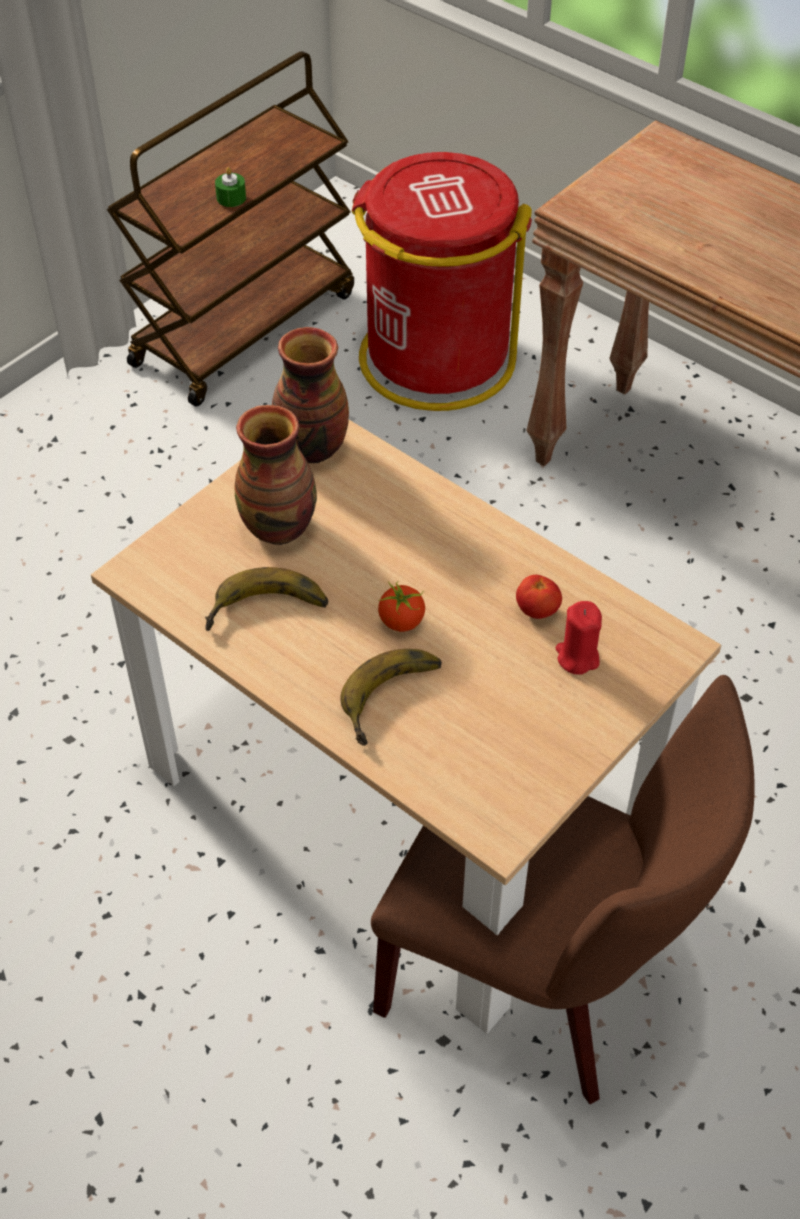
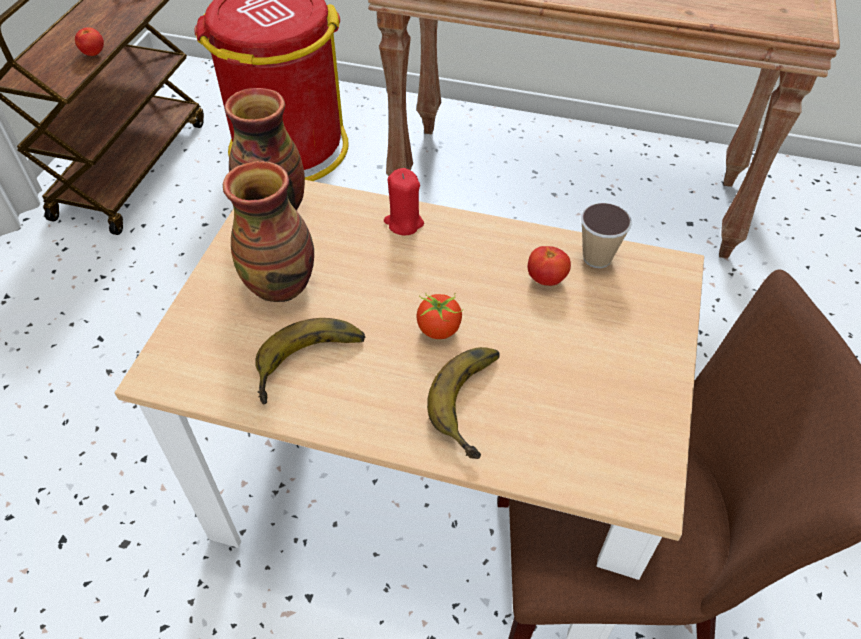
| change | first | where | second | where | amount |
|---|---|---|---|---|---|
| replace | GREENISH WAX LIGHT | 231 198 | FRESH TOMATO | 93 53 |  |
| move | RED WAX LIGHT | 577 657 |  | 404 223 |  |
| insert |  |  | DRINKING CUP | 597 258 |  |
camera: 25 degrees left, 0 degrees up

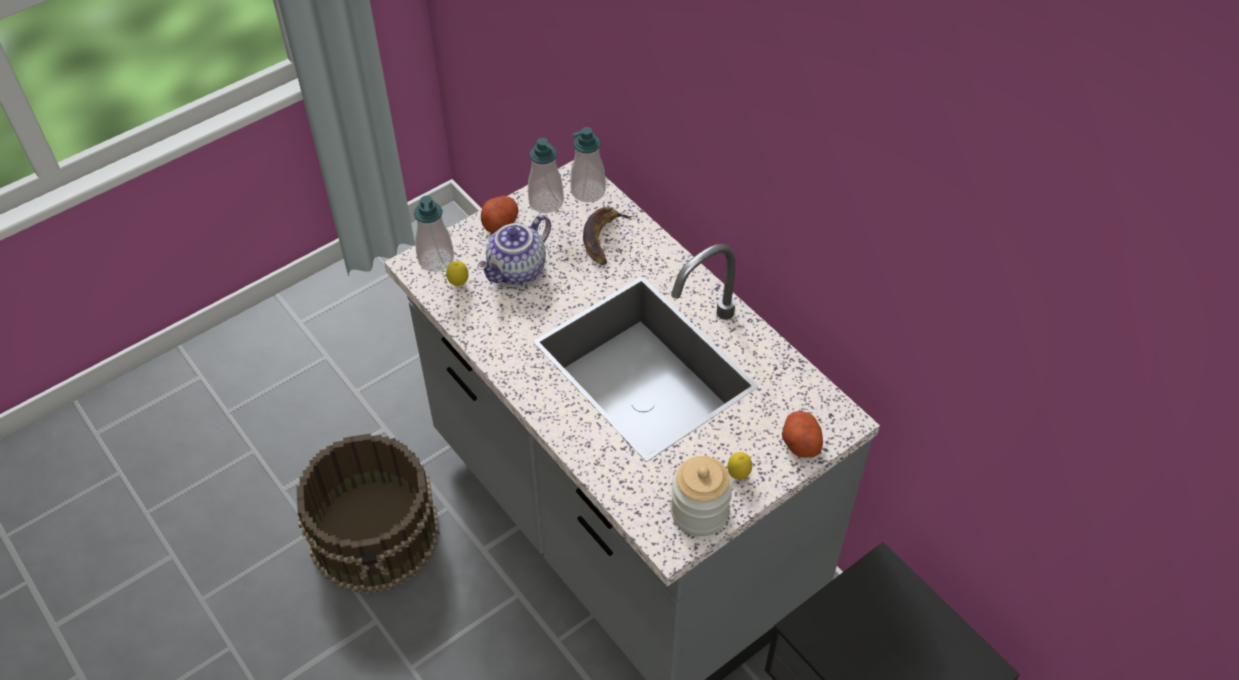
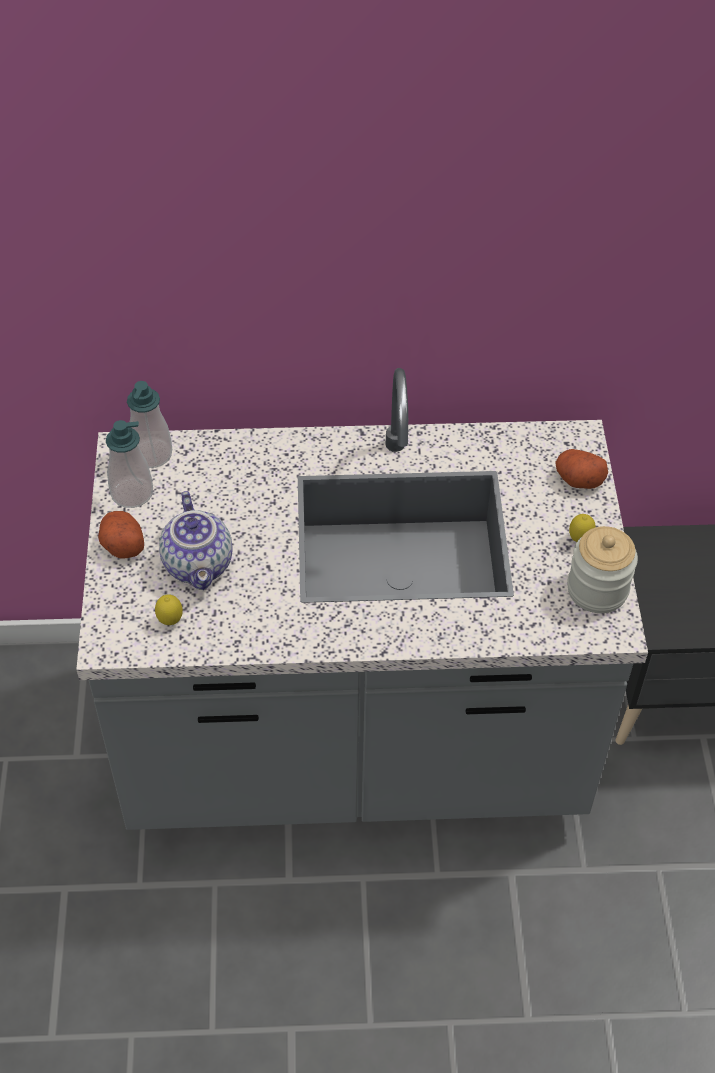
| change | first | where | second | where | amount |
|---|---|---|---|---|---|
| delete | BROWN BUCKET | 376 533 |  |  |  |
| delete | SOAP BOTTLE | 436 259 |  |  |  |
| delete | BANANA | 603 238 |  |  |  |
camera: 55 degrees left, 0 degrees up

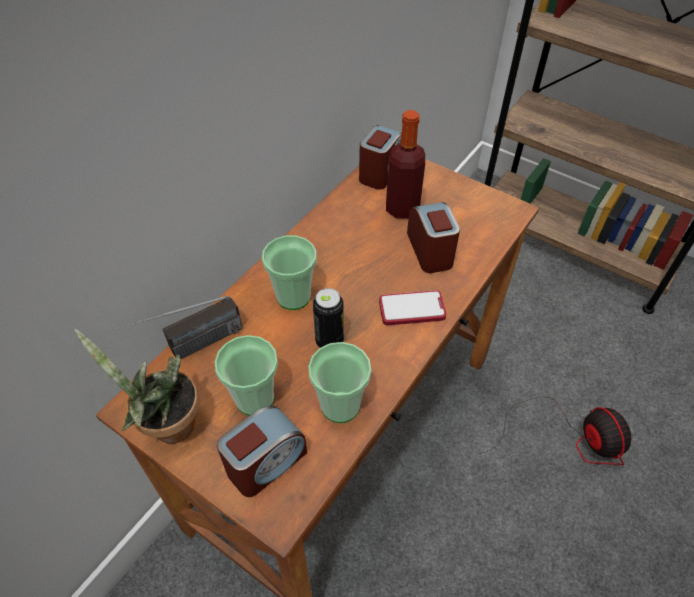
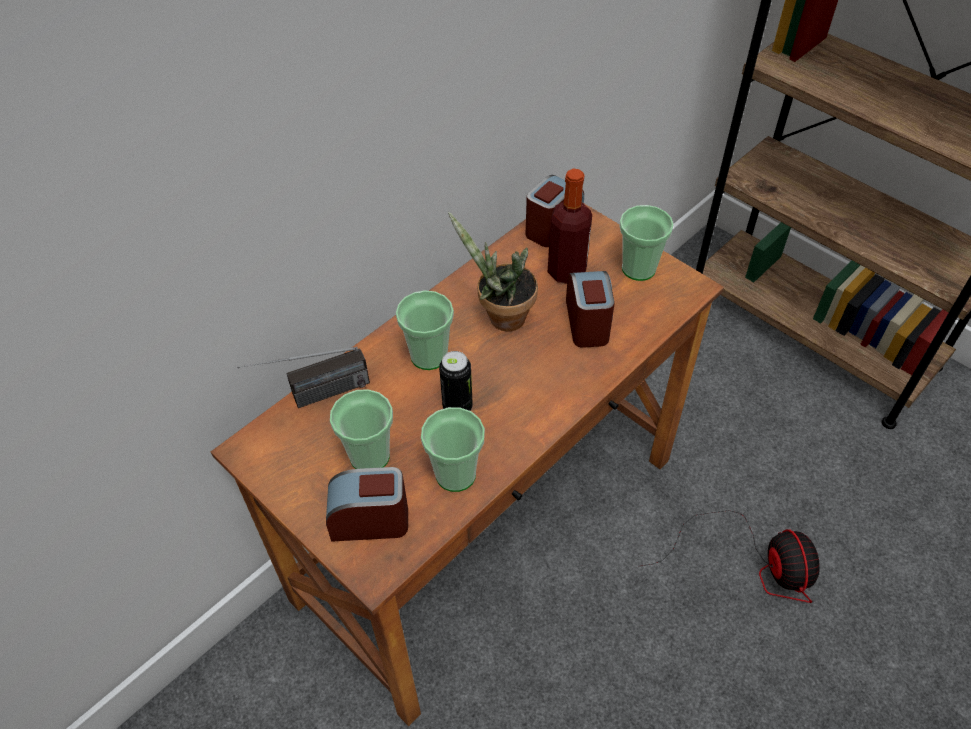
| change | first | where | second | where | amount |
|---|---|---|---|---|---|
| move | POTTED PLANT | 167 426 |  | 501 318 |  |
| rotate | BEDSIDE CLOCK | 266 462 |  | 370 520 | 150 degrees counterclockwise |
| delete | PHONE | 412 309 |  |  |  |
| insert |  |  | DRINKING CUP | 638 268 |  |
camera: 10 degrees right, 0 degrees up

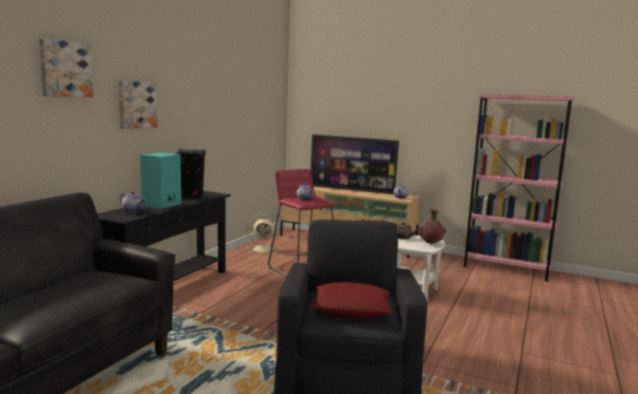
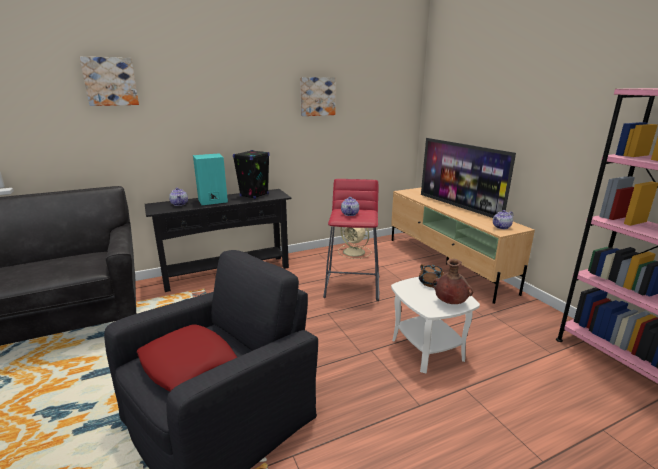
| change | first | where | second | where | amount |
|---|---|---|---|---|---|
| move | WALL PICTURE | 136 104 |  | 317 96 |  |
camera: 40 degrees right, 10 degrees up

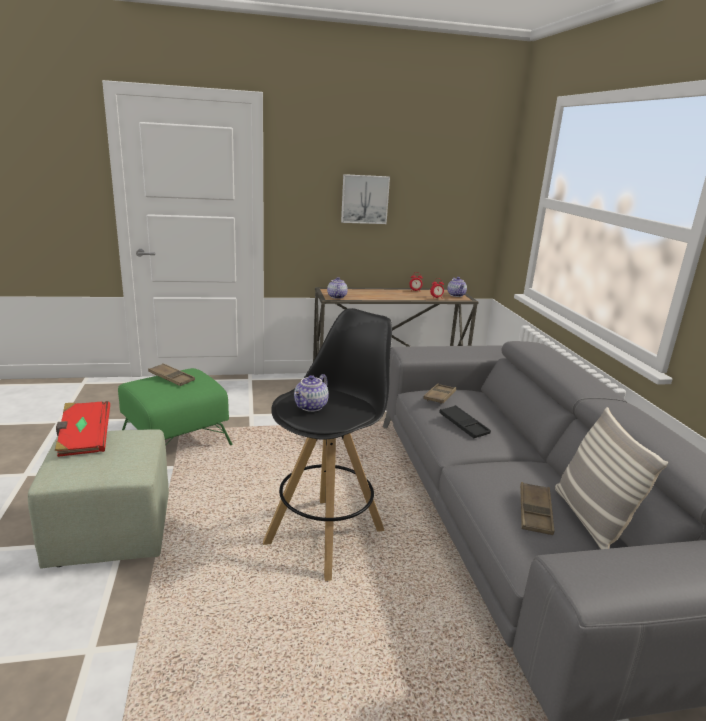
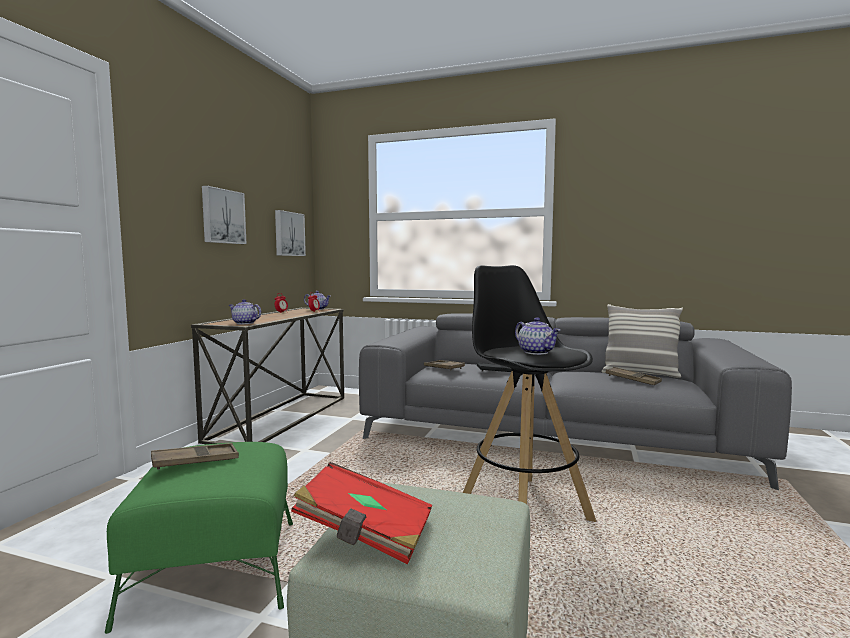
| change | first | where | second | where | amount |
|---|---|---|---|---|---|
| insert |  |  | WALL PICTURE | 288 234 |  |
camera: 60 degrees left, 15 degrees down

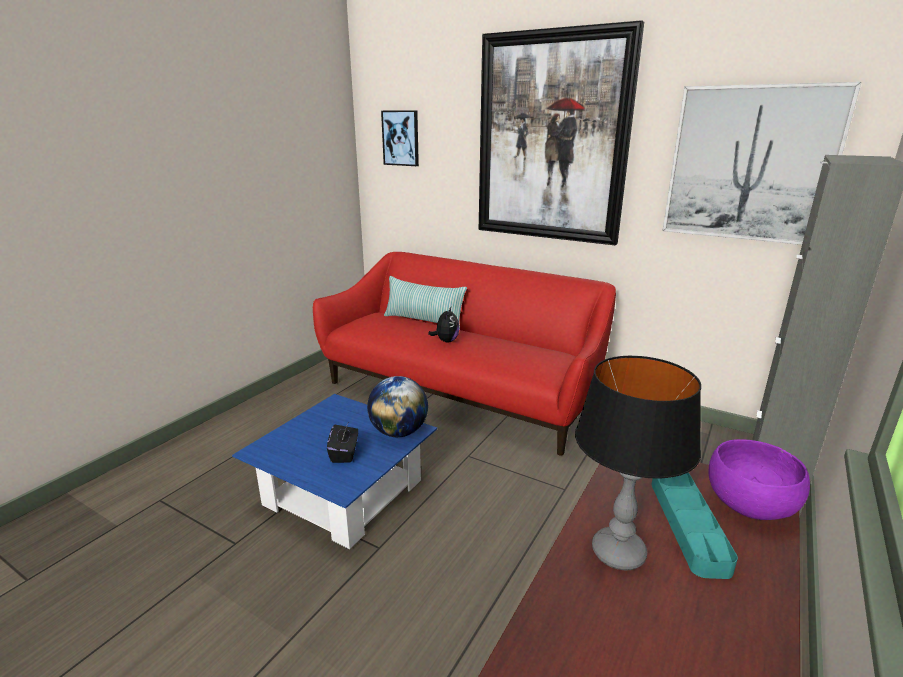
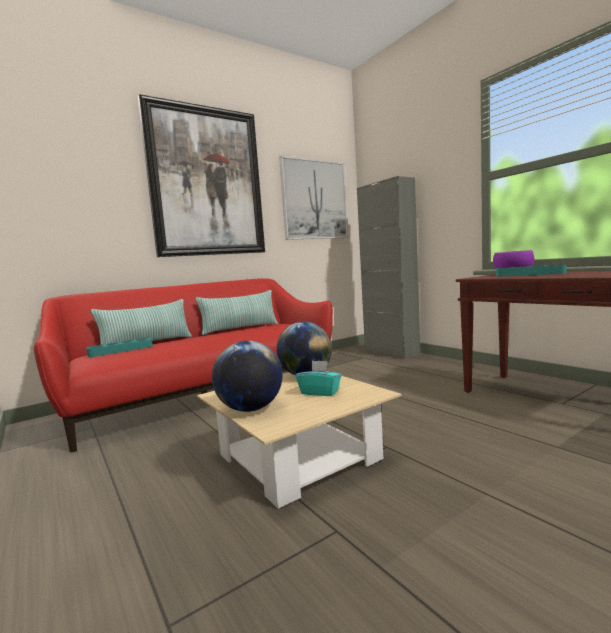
| change | first | where | second | where | amount |
|---|---|---|---|---|---|
| recolor | BLUE COFFEE TABLE | 344 493 | BEIGE COFFEE TABLE | 298 457 |  |
| recolor | BLACK TISSUE HOLDER | 344 453 | TURQUOISE TISSUE HOLDER | 320 392 |  |
| delete | WALL PICTURE | 401 138 |  |  |  |
| delete | SOFT TOY | 446 341 |  |  |  |
| delete | TABLETOP LAMP | 618 553 |  |  |  |
| insert |  |  | TURQUOISE SERVING TRAY | 121 350 |  |
| insert |  |  | CUSHION | 240 328 |  |
| insert |  |  | DESK GLOBE | 250 409 |  |
camera: 65 degrees left, 15 degrees down

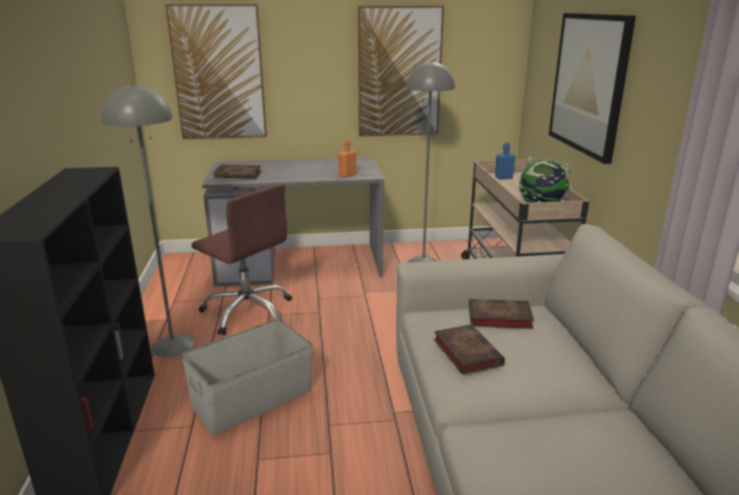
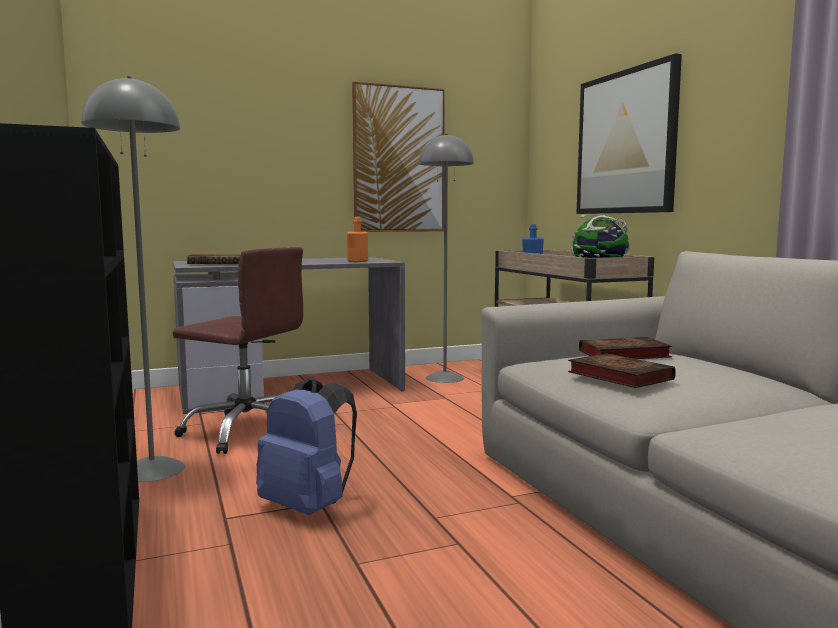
| change | first | where | second | where | amount |
|---|---|---|---|---|---|
| delete | WALL PICTURE | 219 73 |  |  |  |
| replace | GRAY STORAGE CONTAINER | 253 399 | BLUE KNAPSACK | 309 507 |  |
camera: 15 degrees left, 15 degrees down

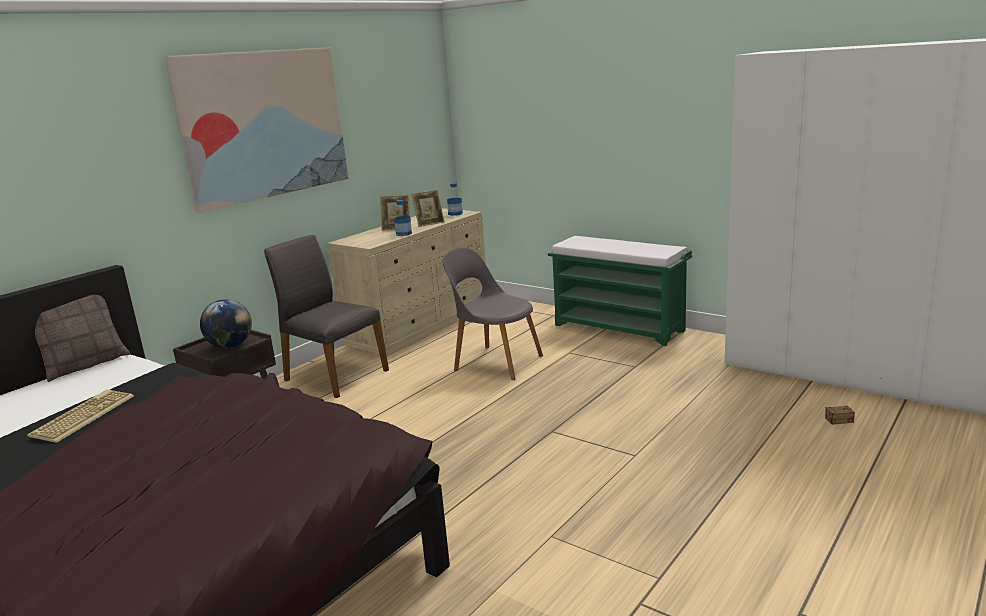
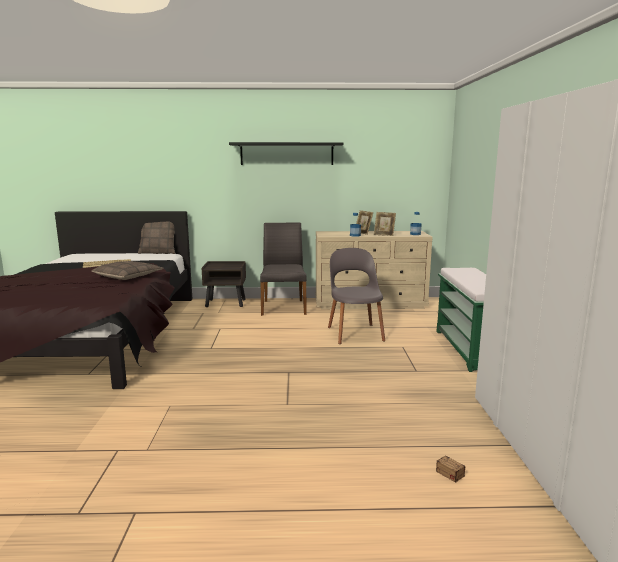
| change | first | where | second | where | amount |
|---|---|---|---|---|---|
| replace | WALL PICTURE | 265 124 | BLACK WALL SHELF | 287 154 |  |
| delete | DESK GLOBE | 230 346 |  |  |  |
| insert |  |  | CUSHION | 128 276 |  |
camera: 50 degrees right, 5 degrees down

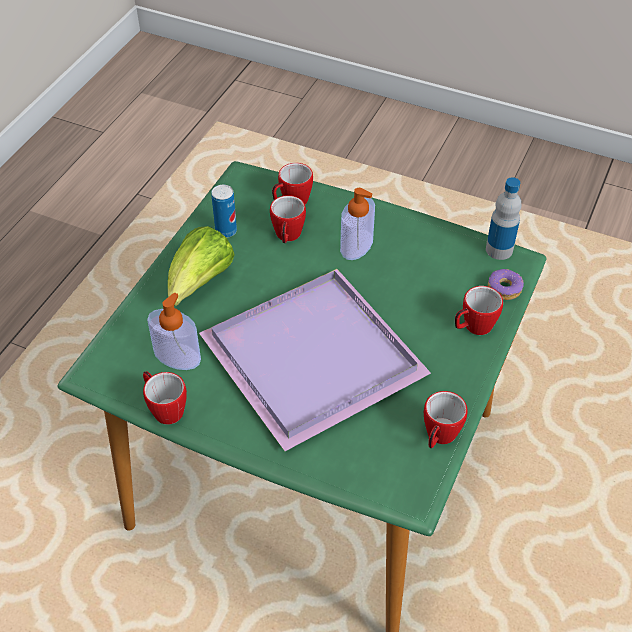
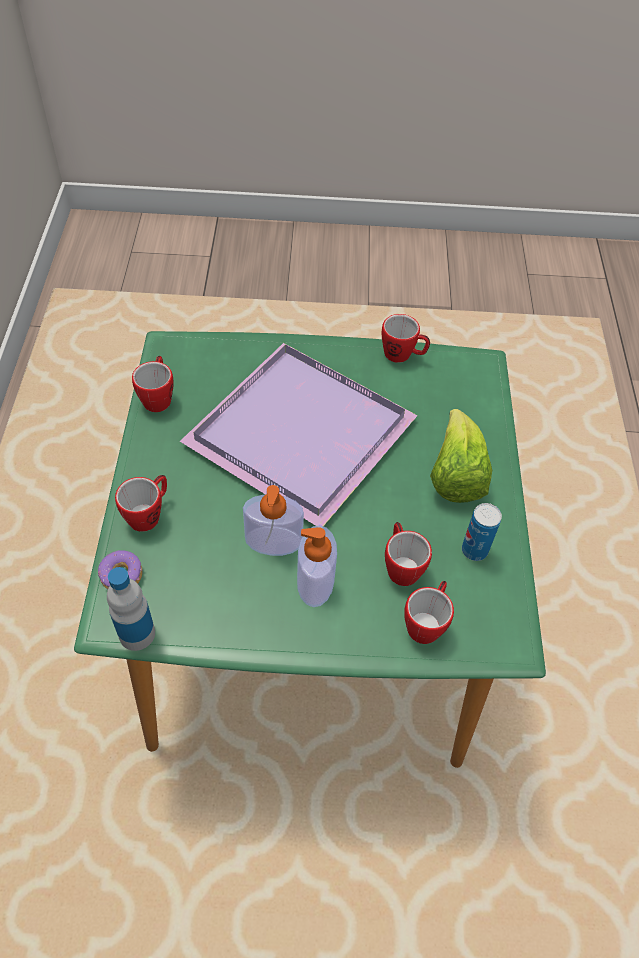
| change | first | where | second | where | amount |
|---|---|---|---|---|---|
| move | SOAP BOTTLE | 177 356 |  | 273 541 |  |
camera: 155 degrees right, 5 degrees up

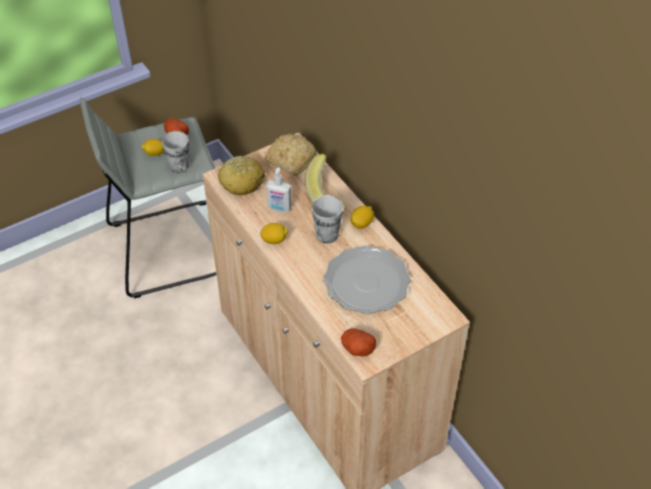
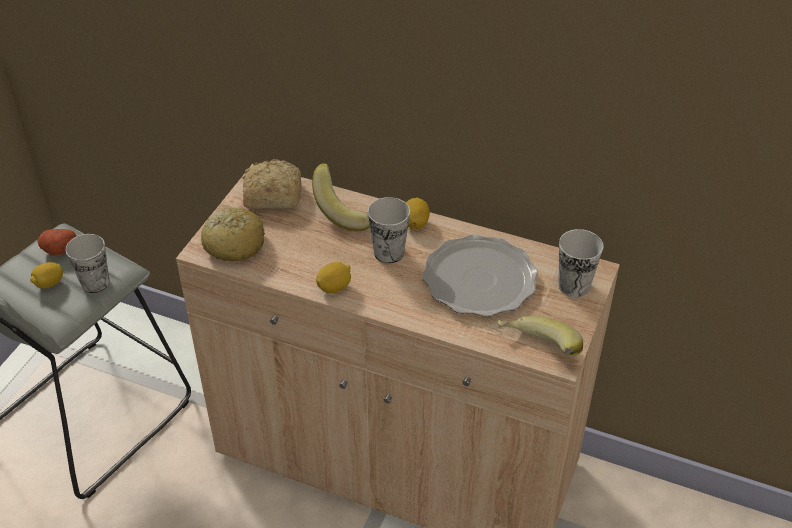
| change | first | where | second | where | amount |
|---|---|---|---|---|---|
| delete | SOAP BOTTLE | 279 208 |  |  |  |
| replace | WHOLE POTATO | 357 348 | BANANA | 537 351 |  |
| insert |  |  | DRINKING CUP | 574 286 |  |
camera: 35 degrees left, 5 degrees down

